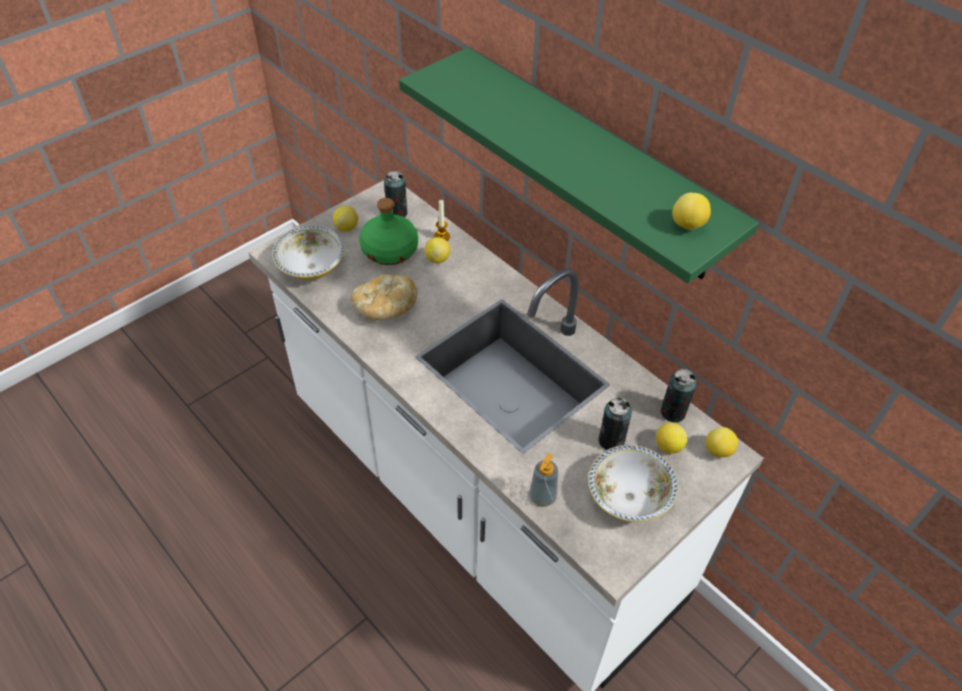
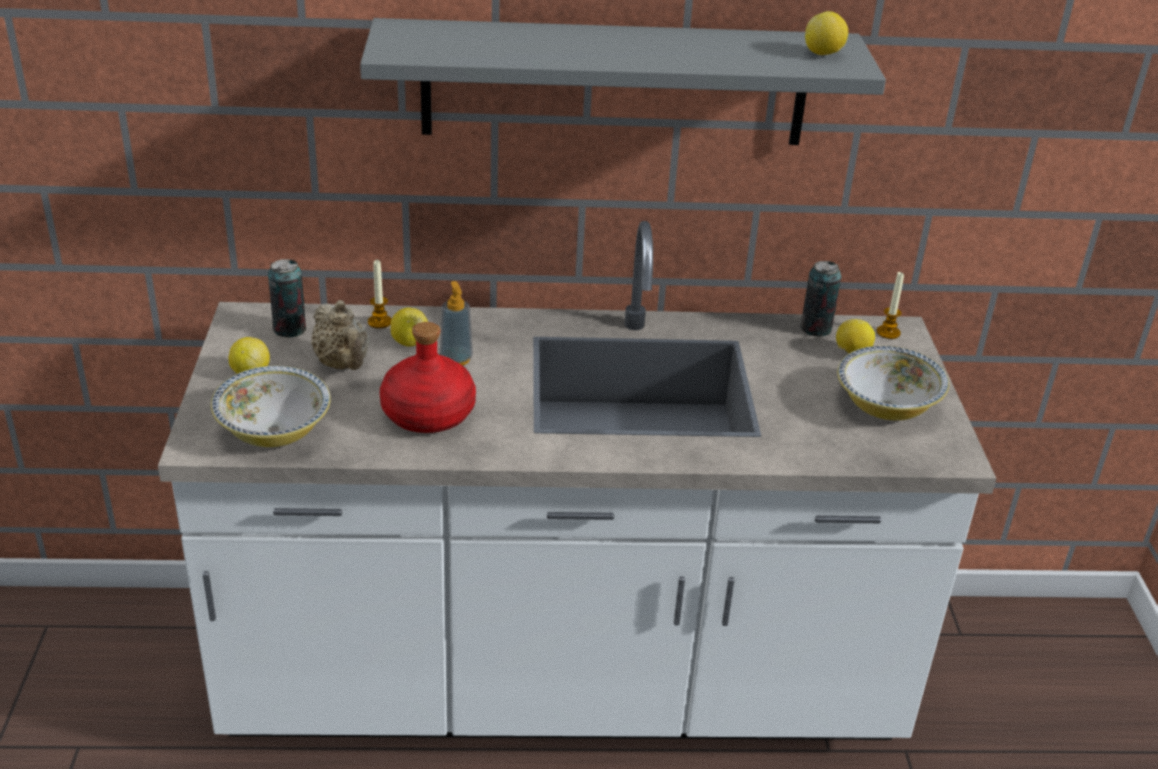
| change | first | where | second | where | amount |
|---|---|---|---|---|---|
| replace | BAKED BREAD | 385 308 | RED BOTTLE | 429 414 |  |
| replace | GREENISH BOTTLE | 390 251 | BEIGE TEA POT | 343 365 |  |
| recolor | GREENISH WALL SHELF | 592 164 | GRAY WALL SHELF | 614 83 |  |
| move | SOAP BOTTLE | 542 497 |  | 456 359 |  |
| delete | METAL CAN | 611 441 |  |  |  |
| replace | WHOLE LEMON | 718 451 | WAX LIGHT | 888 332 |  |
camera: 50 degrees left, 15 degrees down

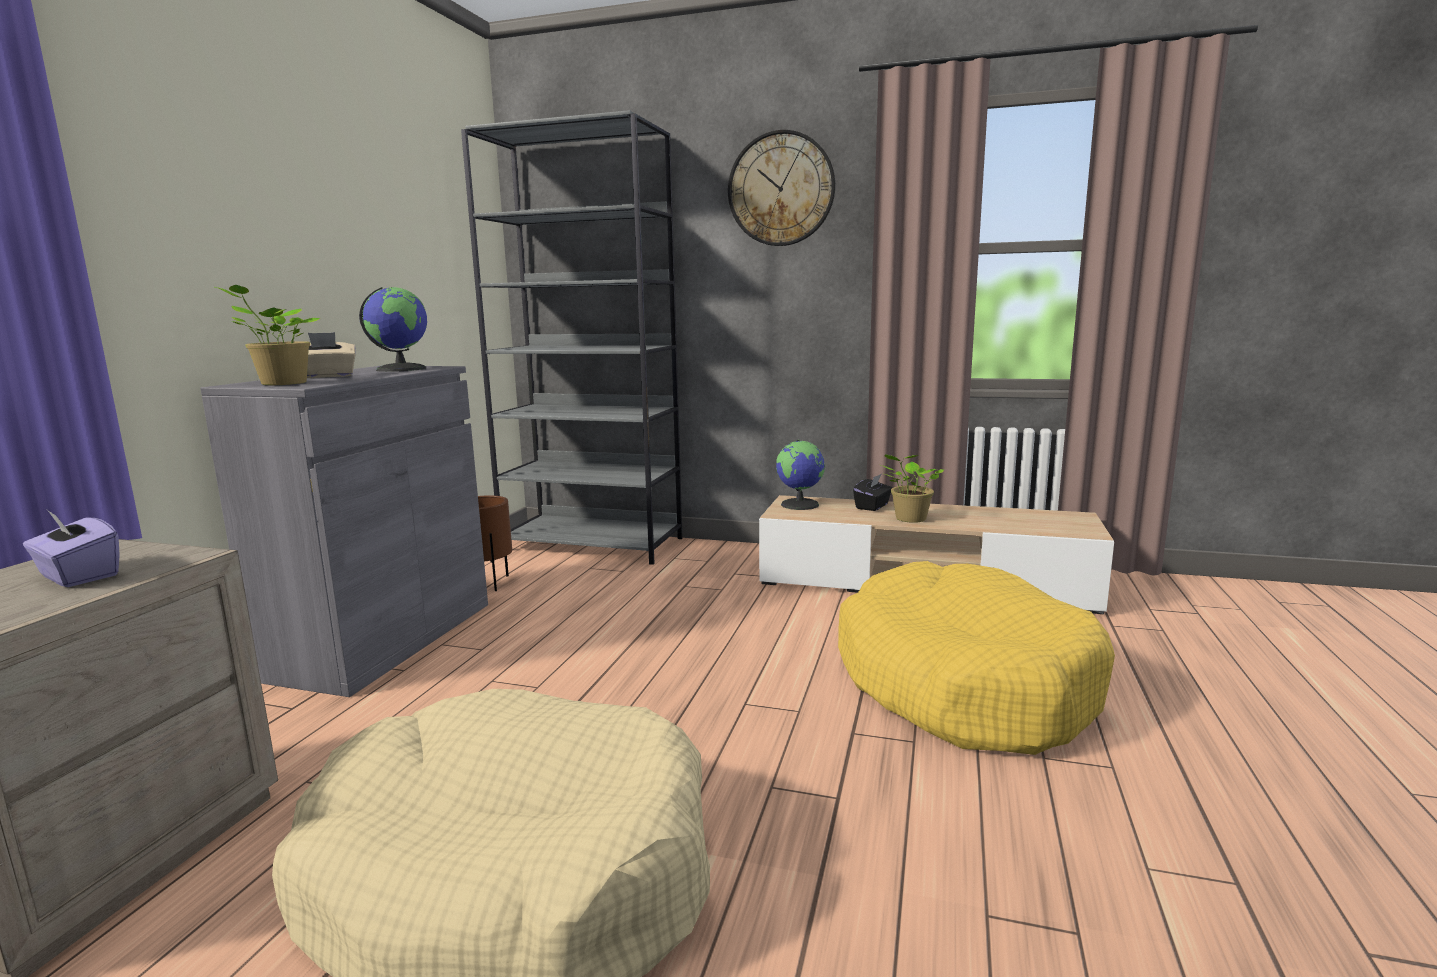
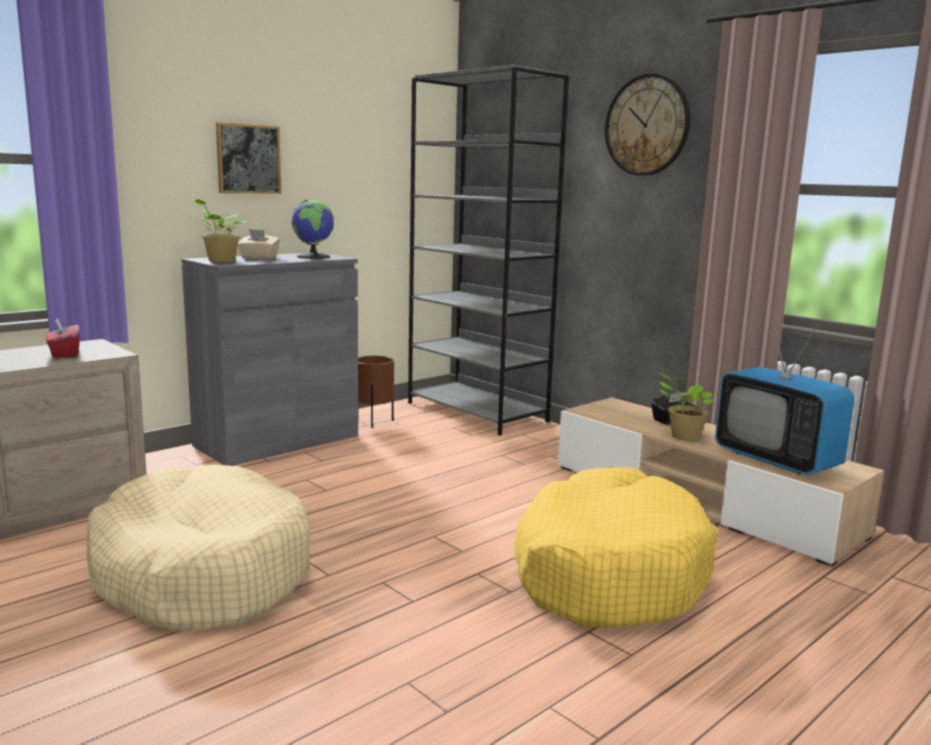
| change | first | where | second | where | amount |
|---|---|---|---|---|---|
| recolor | PURPLE-COLOURED TISSUE HOLDER | 78 576 | RED TISSUE HOLDER | 64 354 |  |
| delete | DESK GLOBE | 800 504 |  |  |  |
| insert |  |  | WALL PICTURE | 248 159 |  |
| insert |  |  | TELEVISION | 776 460 |  |
camera: 30 degrees right, 0 degrees up

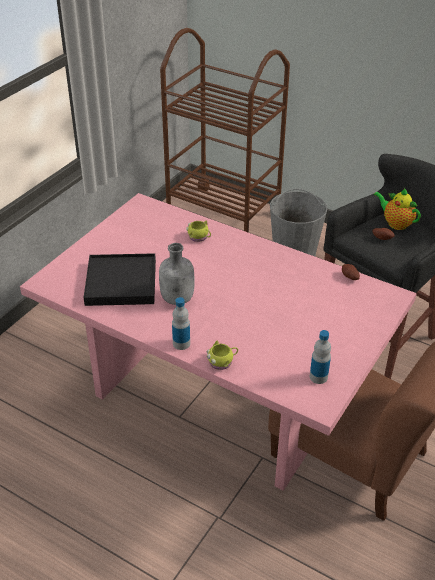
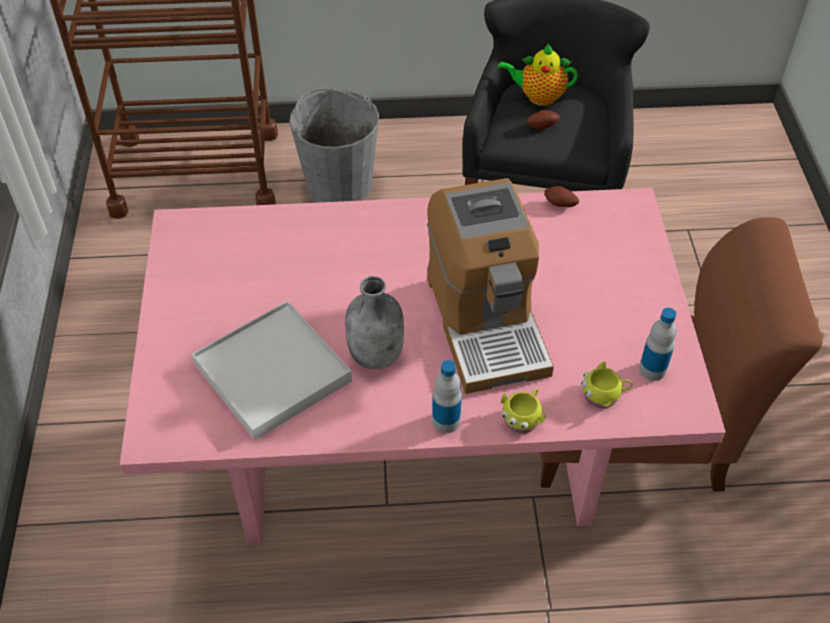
| change | first | where | second | where | amount |
|---|---|---|---|---|---|
| recolor | BLACK SERVING TRAY | 121 283 | WHITE SERVING TRAY | 273 373 |  |
| move | YELLOWISH TEA MUG | 199 237 |  | 604 395 |  |
| insert |  |  | COFFEE BREWER | 486 322 |  |
camera: 35 degrees left, 10 degrees up

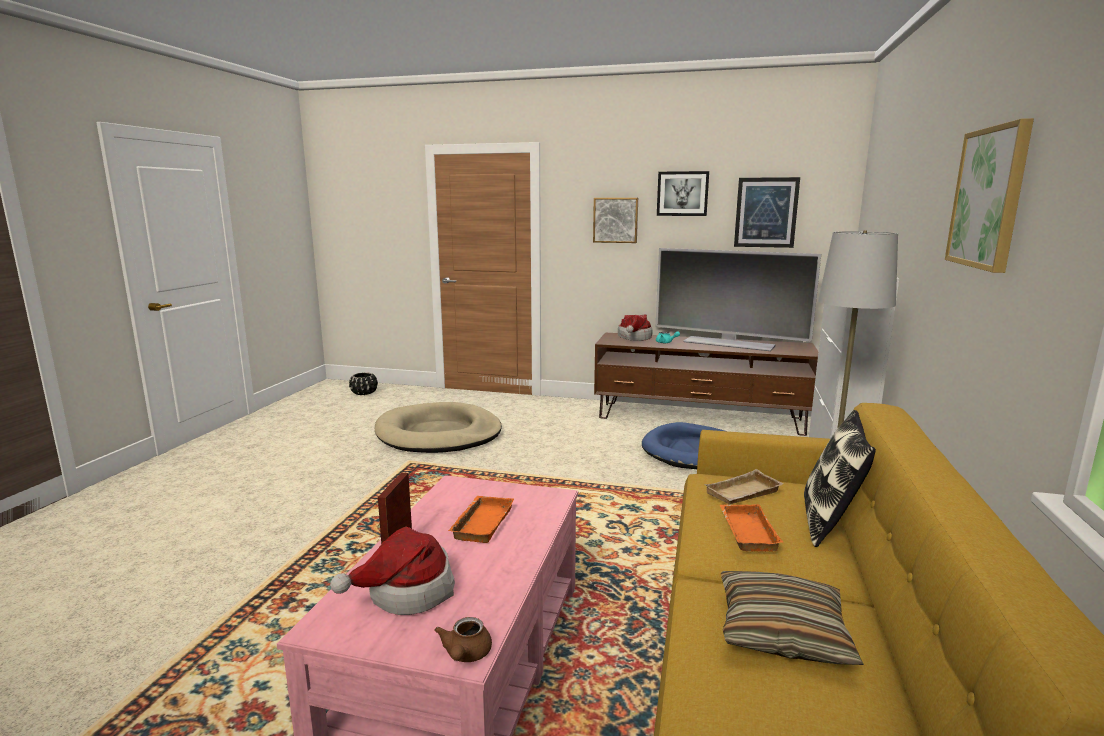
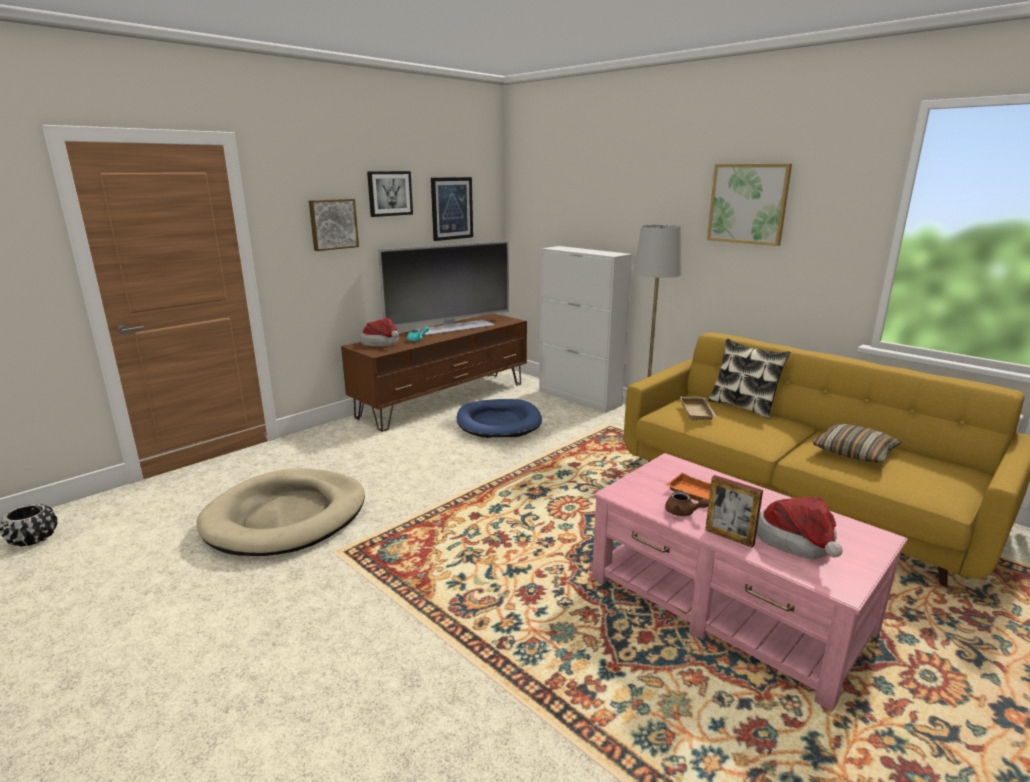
| change | first | where | second | where | amount |
|---|---|---|---|---|---|
| move | BROWN TEA POT | 465 655 |  | 683 513 |  |
| delete | ORANGE SERVING TRAY | 745 531 |  |  |  |
camera: 60 degrees left, 5 degrees up

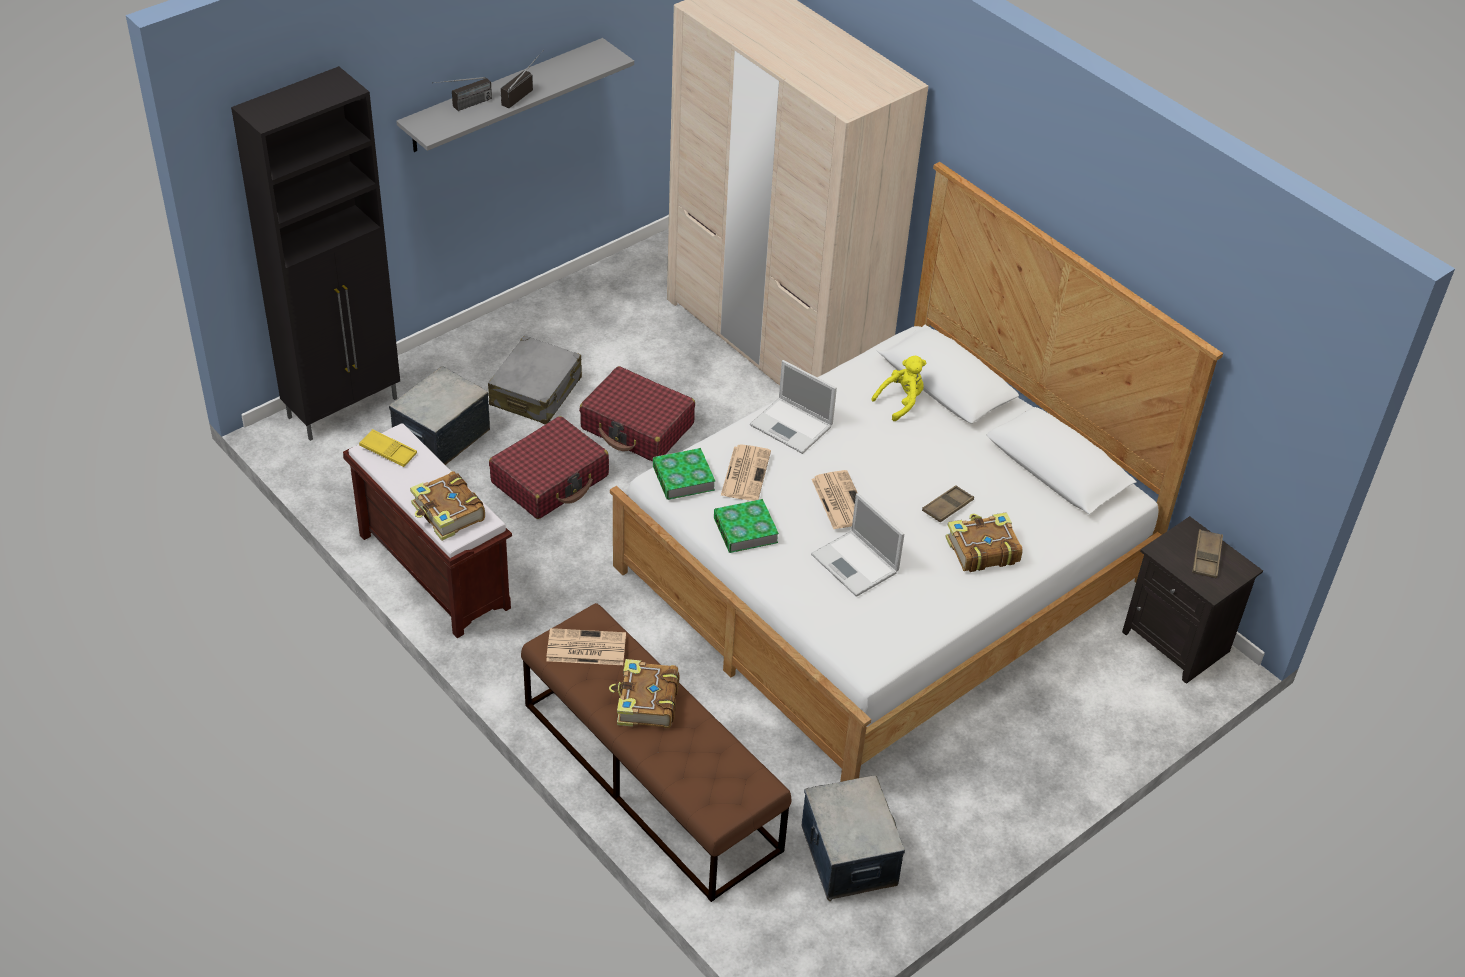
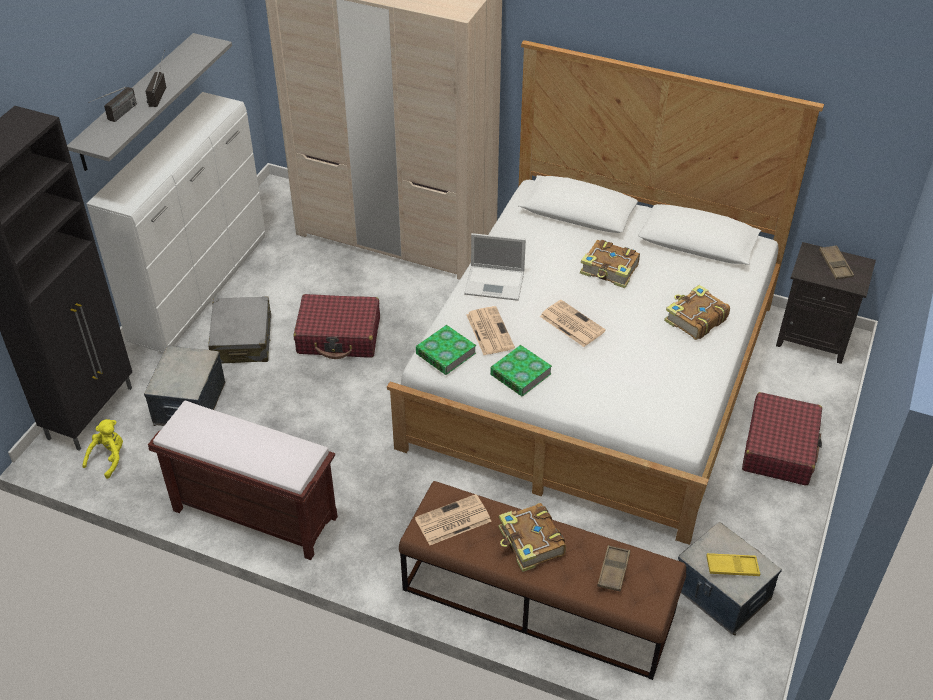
| change | first | where | second | where | amount |
|---|---|---|---|---|---|
| move | YELLOWISH SERVING TRAY | 388 451 |  | 732 567 |  |
| move | VOLUME | 448 514 |  | 610 270 |  |
| move | RED SUITCASE | 550 479 |  | 780 448 |  |
| delete | NOTEBOOK COMPUTER | 856 564 |  |  |  |
| move | YELLOWISH SOFT TOY | 901 402 |  | 109 458 |  |
| move | BROWN SERVING TRAY | 947 507 |  | 613 570 |  |
| insert |  |  | WHITE CHEST OF DRAWERS | 201 288 |  |
camera: 25 degrees left, 0 degrees up

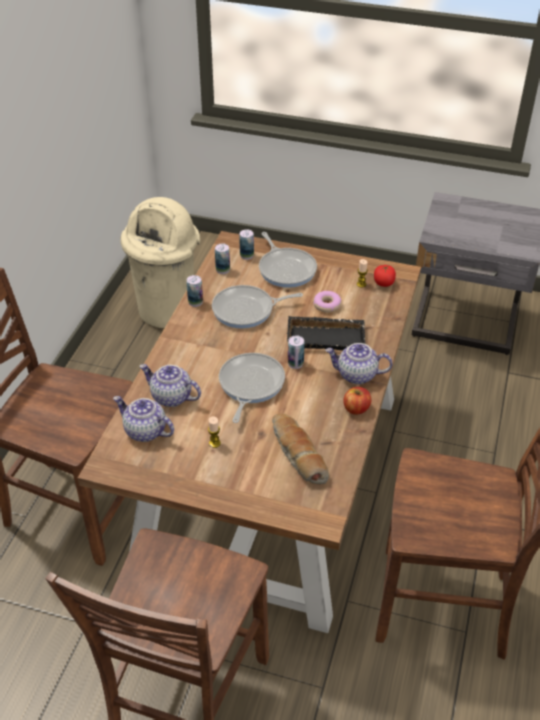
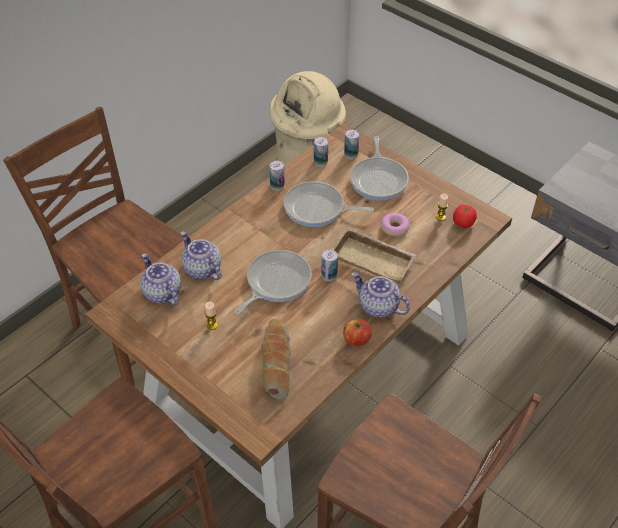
| change | first | where | second | where | amount |
|---|---|---|---|---|---|
| recolor | BLACK SERVING TRAY | 327 337 | BEIGE SERVING TRAY | 374 259 |  |
camera: 25 degrees right, 5 degrees up

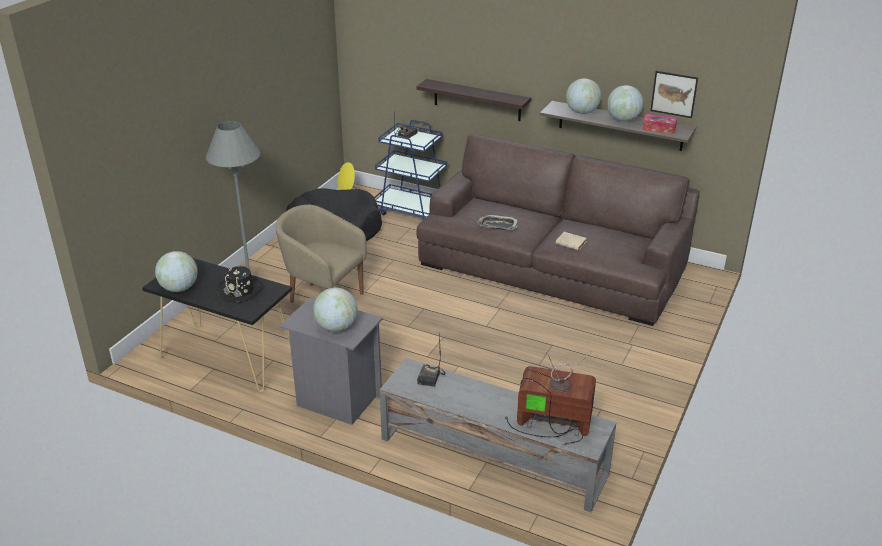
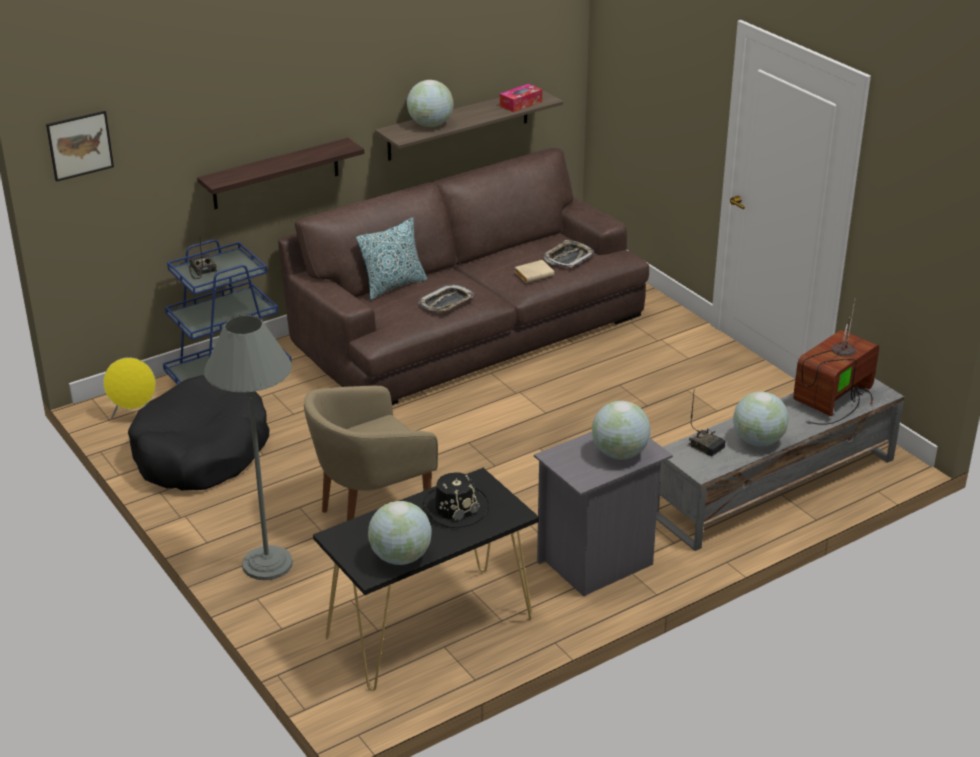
| change | first | where | second | where | amount |
|---|---|---|---|---|---|
| move | DESK GLOBE | 623 120 |  | 758 441 |  |
| move | WALL PICTURE | 674 94 |  | 80 145 |  |
| insert |  |  | CUSHION | 393 286 |  |
| insert |  |  | SERVING TRAY | 568 258 |  |
camera: 60 degrees left, 0 degrees up

